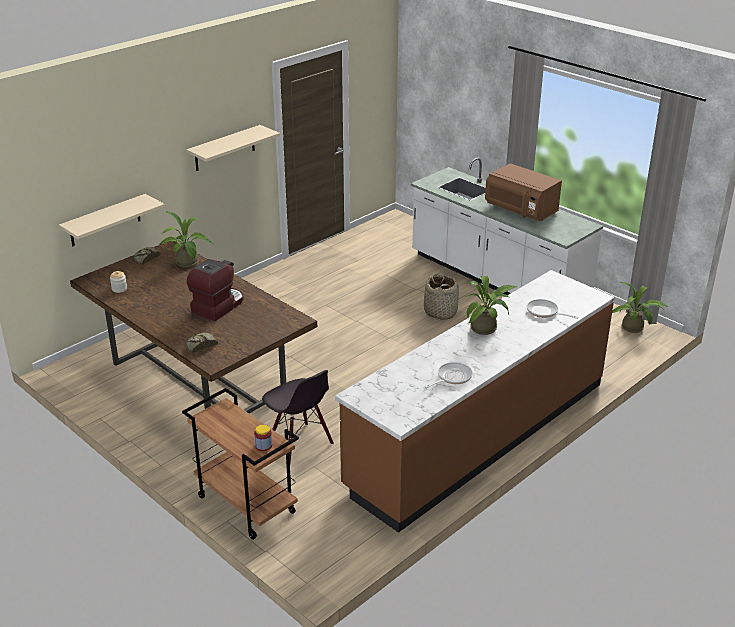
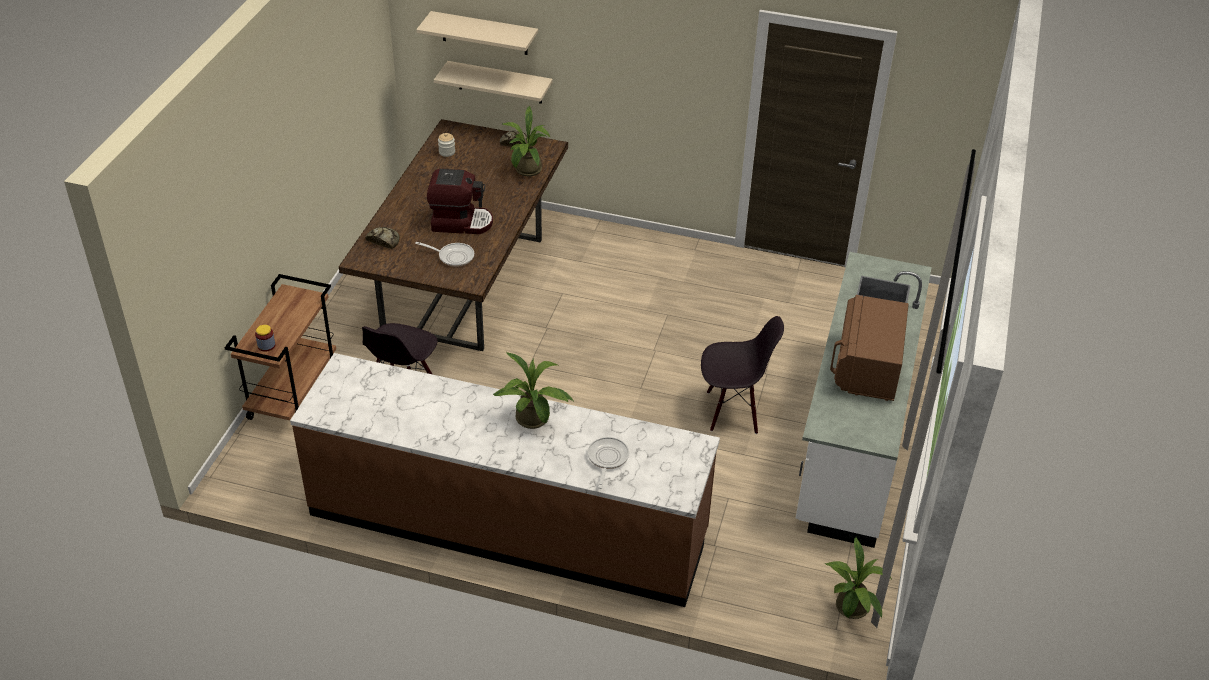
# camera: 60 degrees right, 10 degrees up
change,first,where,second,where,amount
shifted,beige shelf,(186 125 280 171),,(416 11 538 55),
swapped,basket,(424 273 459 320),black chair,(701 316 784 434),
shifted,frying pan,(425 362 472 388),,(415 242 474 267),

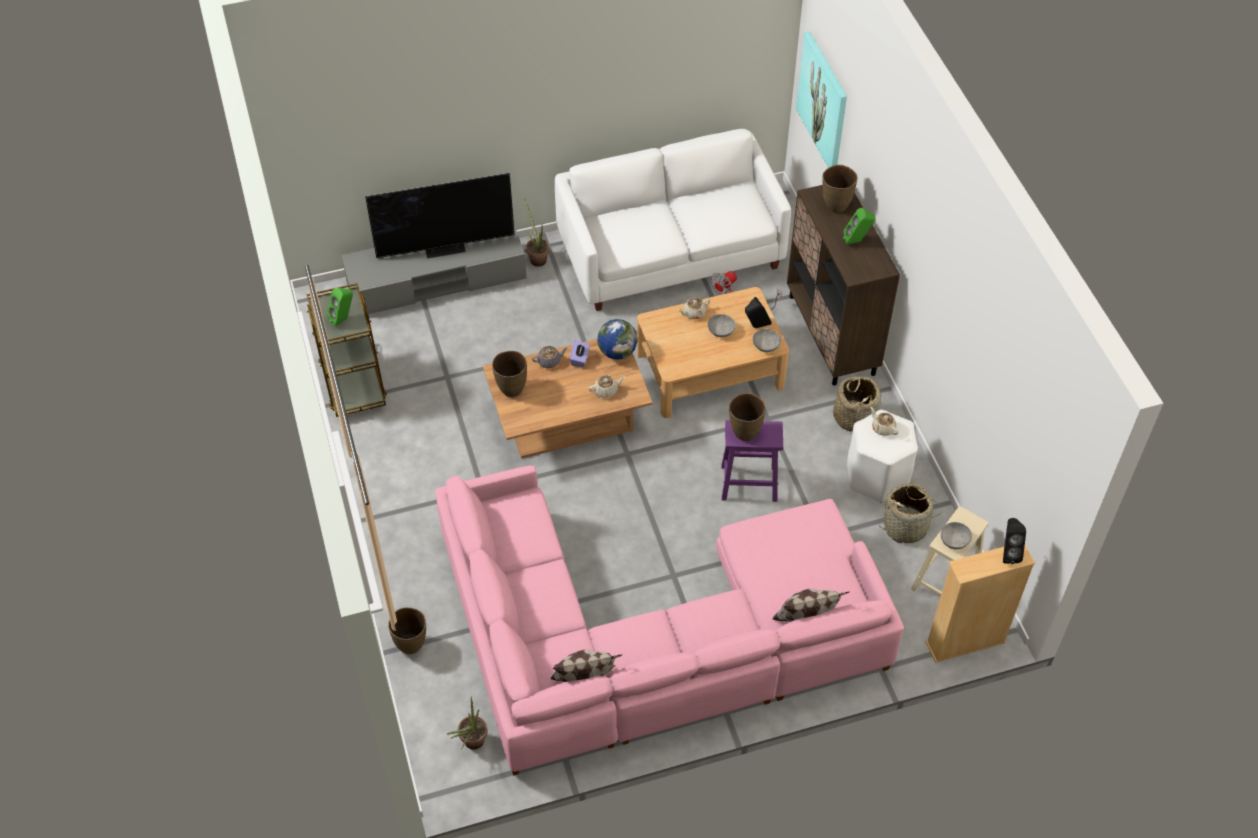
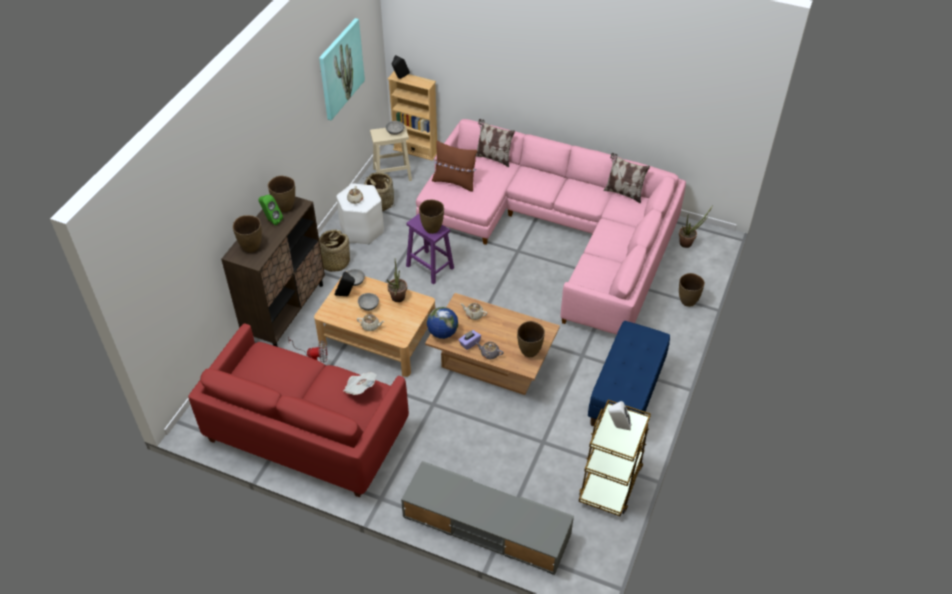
# camera: 140 degrees left, 5 degrees down
change,first,where,second,where,amount
shifted,picture,(796 31 847 168),,(319 18 365 120),
repainted,white sofa,(555 129 791 311),red sofa,(188 324 409 498),
gone,television,(365 173 515 259),,,
shifted,potted plant,(524 199 550 267),,(387 259 407 302),
repainted,green speaker,(327 288 353 327),white speaker,(608 401 632 430),
new,,,brown pillow,(432 141 477 192),
new,,,brown vase,(268 176 295 212),
new,,,blue bench,(588 321 670 426),
new,,,newspaper,(343 372 377 395),

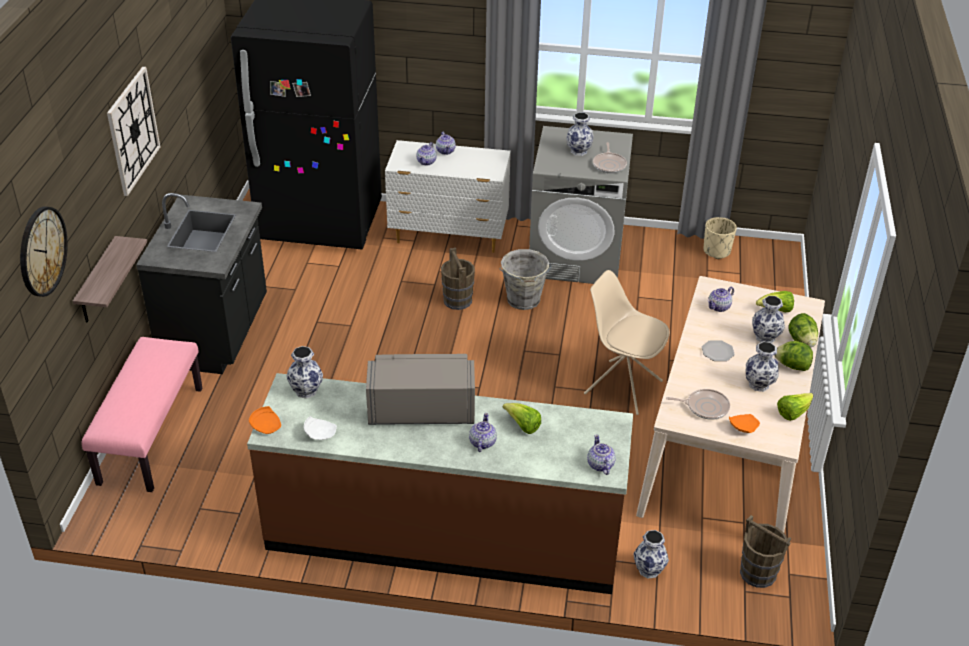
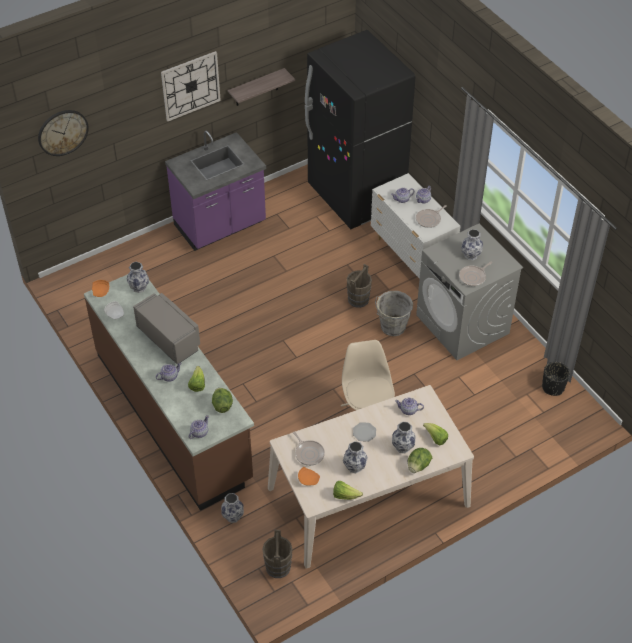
# camera: 50 degrees right, 10 degrees up
change,first,where,second,where,amount
repainted,black counter,(136 193 267 374),purple counter,(165 131 266 251),
repainted,beige planter,(704 217 737 259),black planter,(542 362 570 396),
shifted,shelf,(73 236 147 323),,(228 68 295 106),
gone,pink bench,(81 337 202 492),,,
shifted,lettuce,(774 341 813 371),,(212 388 233 413),
new,,,frying pan,(416 205 447 228),

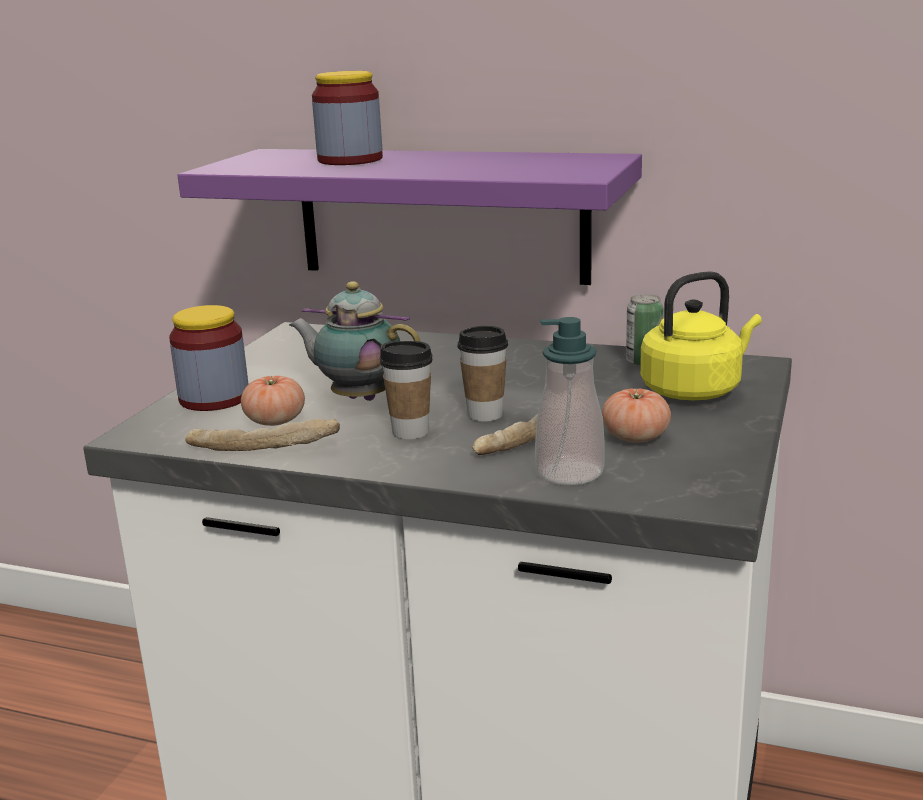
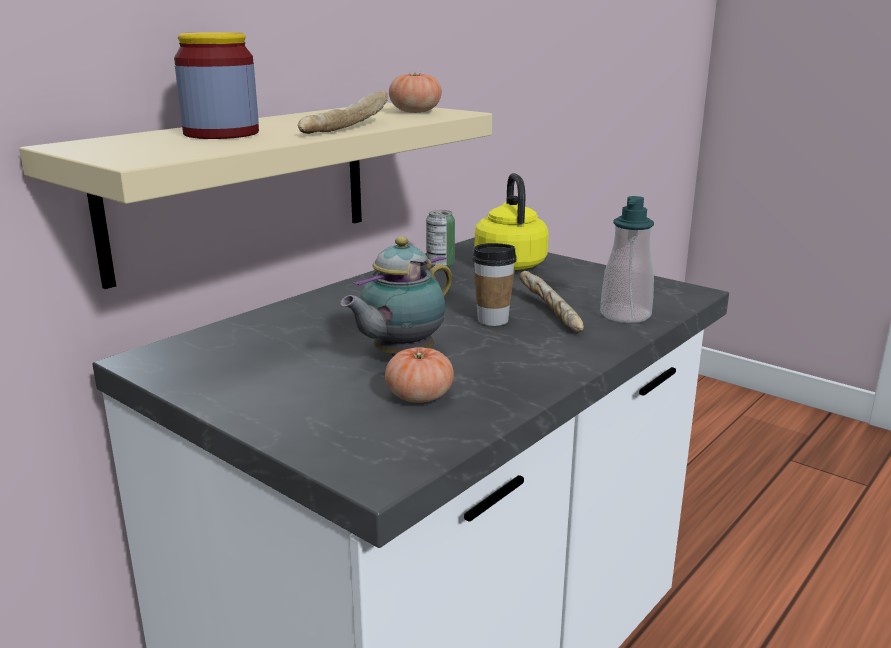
# camera: 70 degrees left, 0 degrees up
change,first,where,second,where,amount
repainted,purple shelf,(177 149 642 285),beige shelf,(19 103 492 289),
gone,jar,(169 305 248 411),,,
gone,cup,(380 341 433 440),,,
shifted,tomato,(602 389 671 442),,(389 72 442 113),
shifted,bread,(185 418 340 451),,(298 91 388 134),

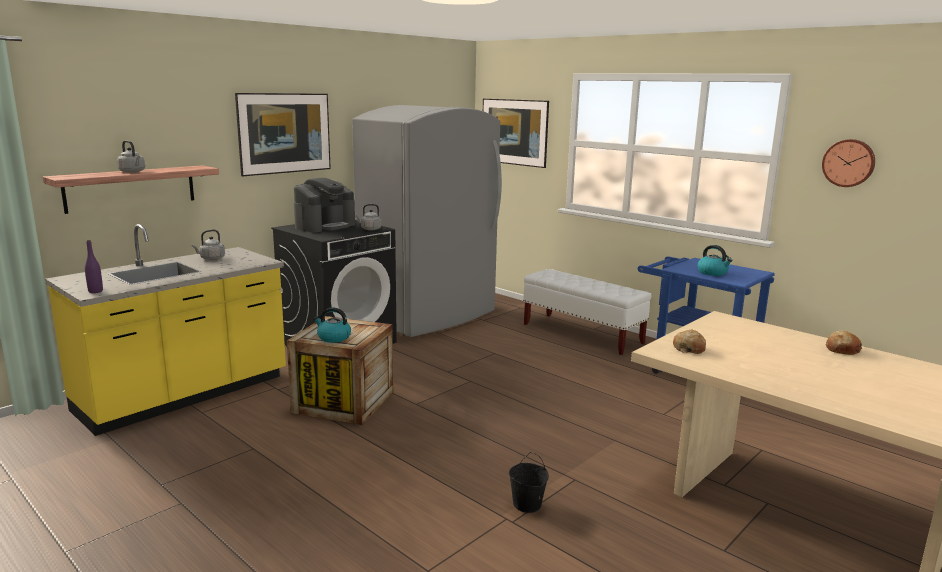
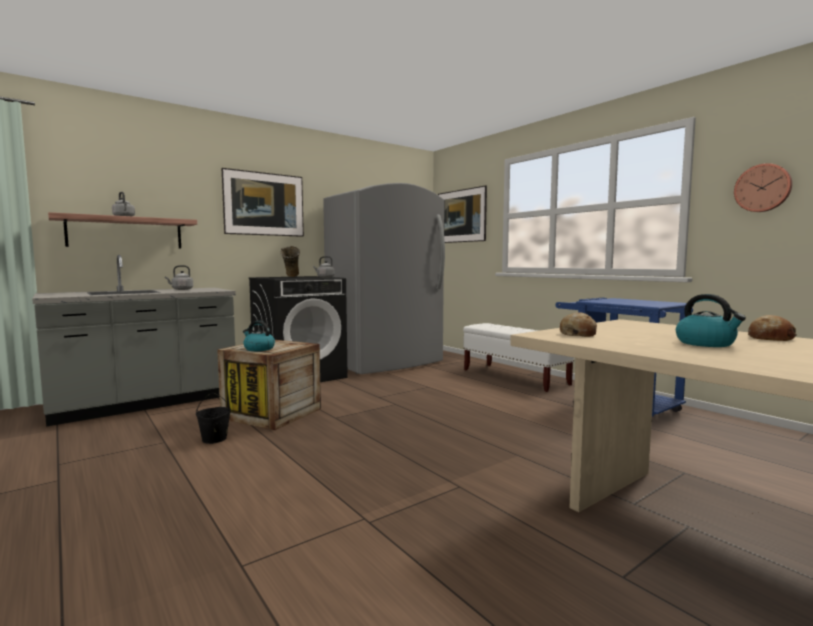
# camera: 10 degrees right, 10 degrees down
change,first,where,second,where,amount
swapped,coffee machine,(294 178 355 233),beige vase,(280 246 300 277),
repainted,yellow counter,(45 224 286 436),grey counter,(32 255 236 427),
gone,purple bottle,(85 240 103 293),,,
shifted,kettle,(697 245 733 276),,(676 294 746 347),
shifted,black bucket,(509 452 549 513),,(196 393 231 444),

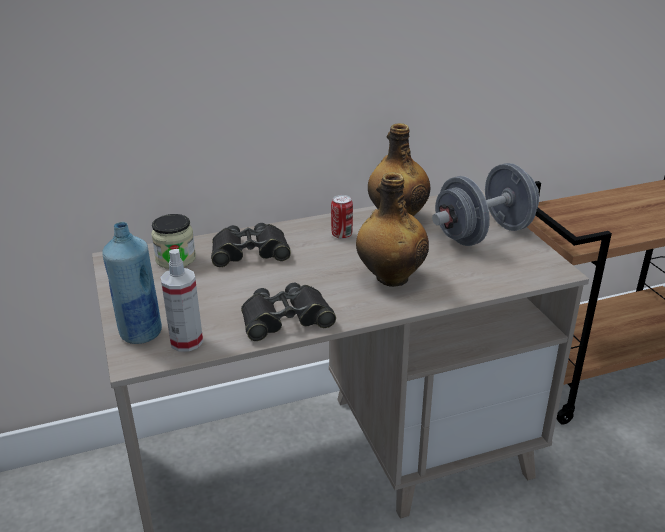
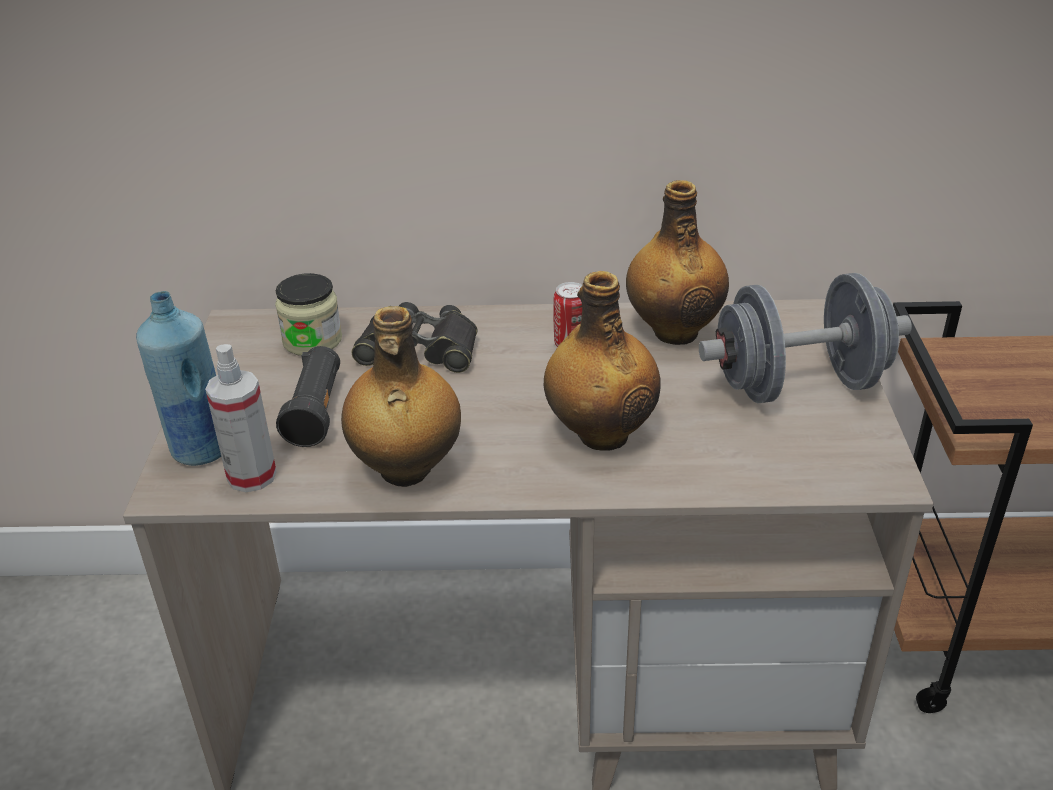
# camera: 20 degrees right, 5 degrees up
change,first,where,second,where,amount
swapped,black binoculars,(241 283 336 341),bottle,(341 306 461 487),
new,,,black flashlight,(276 346 340 447),

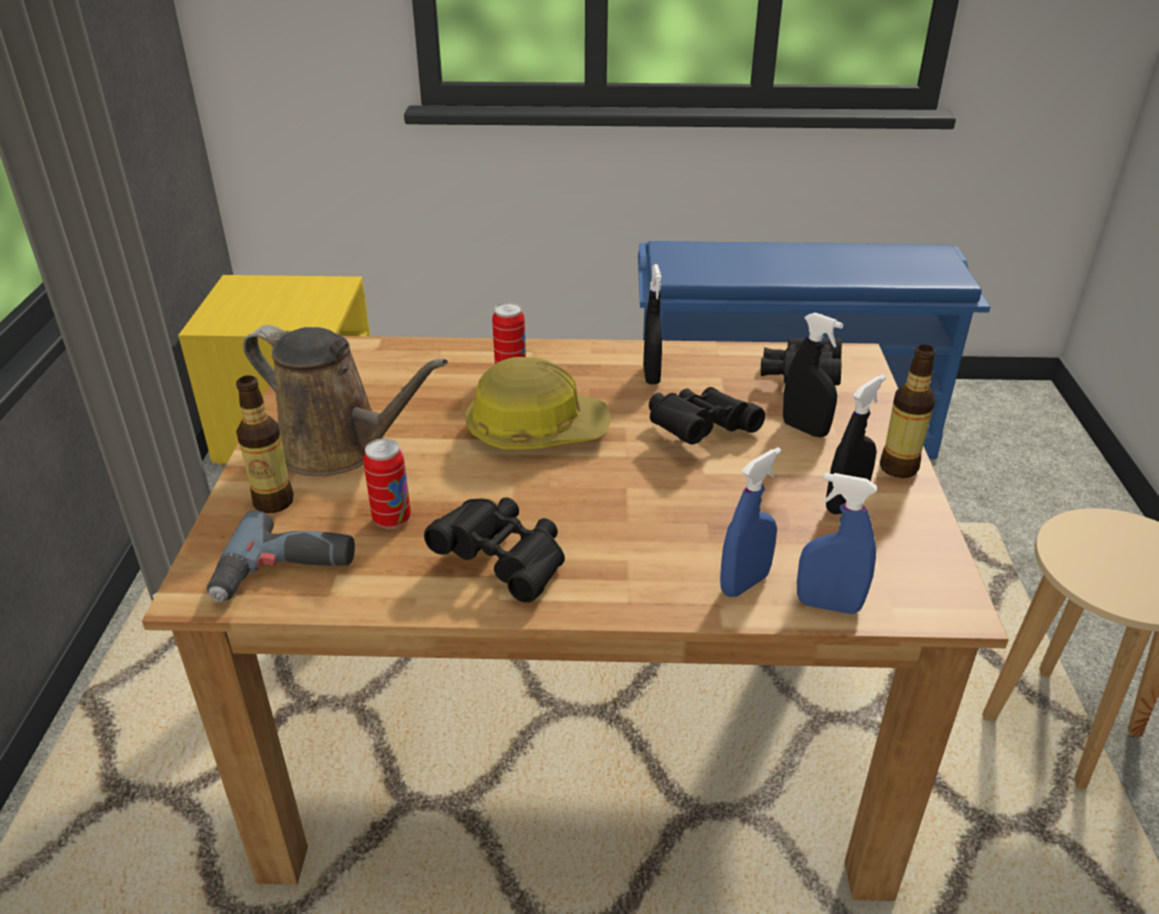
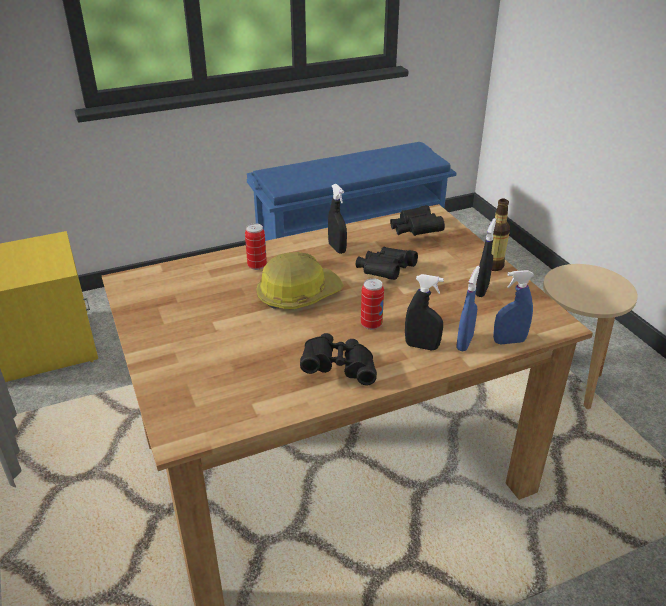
# camera: 25 degrees left, 0 degrees up
change,first,where,second,where,amount
shifted,black spray bottle,(783 313 843 437),,(405 274 444 350),
gone,brown watering can,(243 325 448 476),,,
gone,bottle,(236 375 294 513),,,
shifted,can,(363 438 411 529),,(361 278 384 330),
gone,power drill,(207 510 355 602),,,

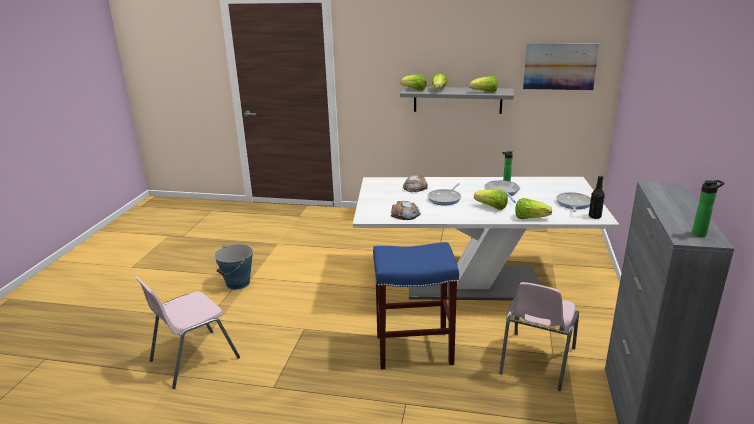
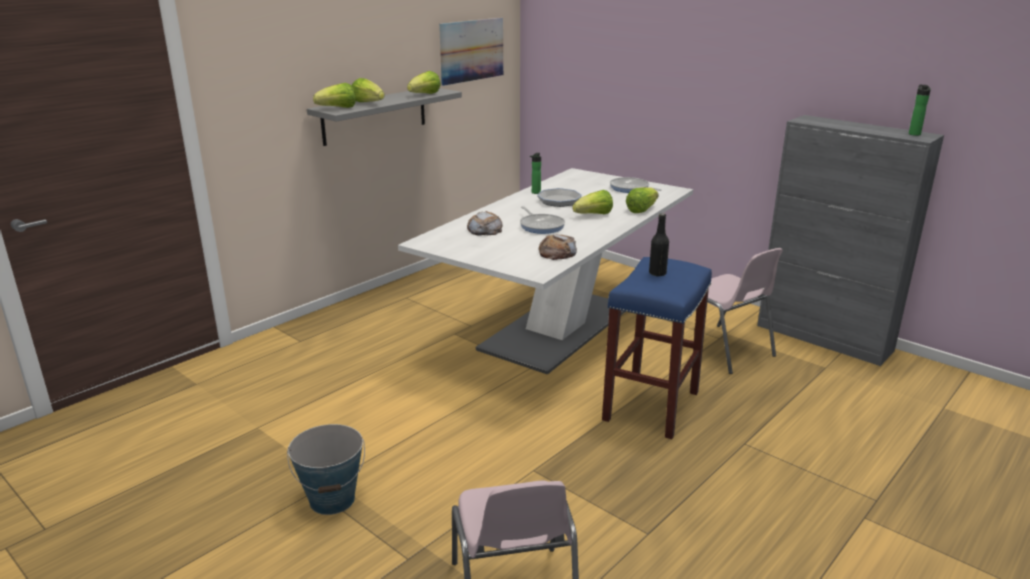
# camera: 60 degrees left, 0 degrees up
change,first,where,second,where,amount
shifted,black bottle,(589 175 605 219),,(649 213 669 276),

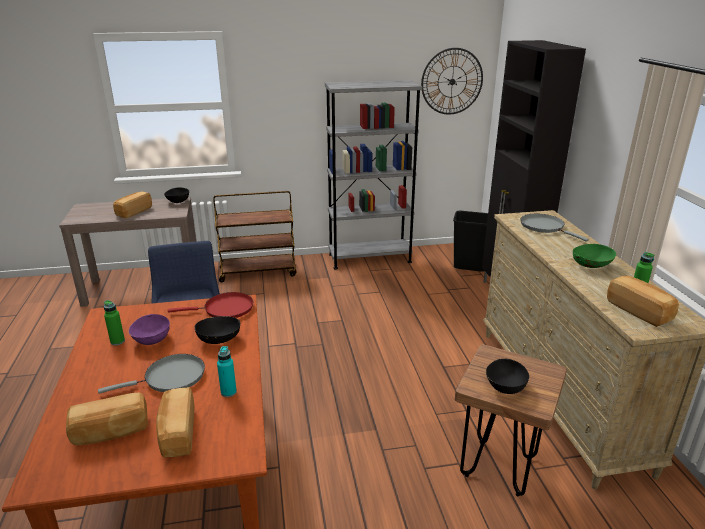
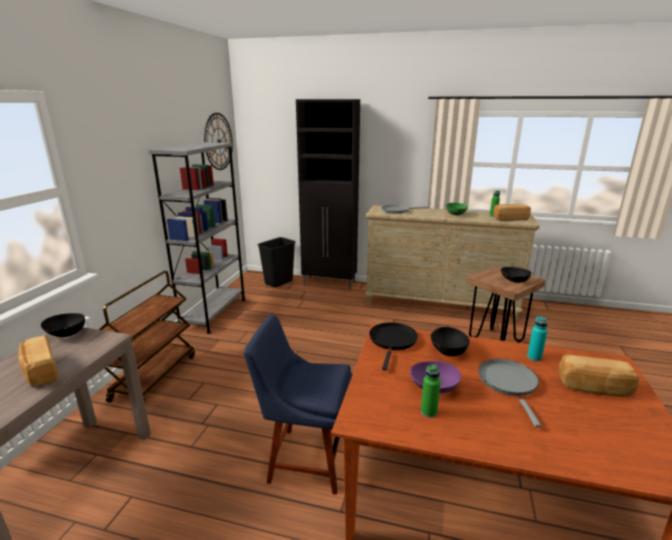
# camera: 65 degrees left, 5 degrees down
change,first,where,second,where,amount
repainted,red frying pan,(168 292 253 318),black frying pan,(369 322 418 371),
gone,bread,(66 393 148 445),,,

